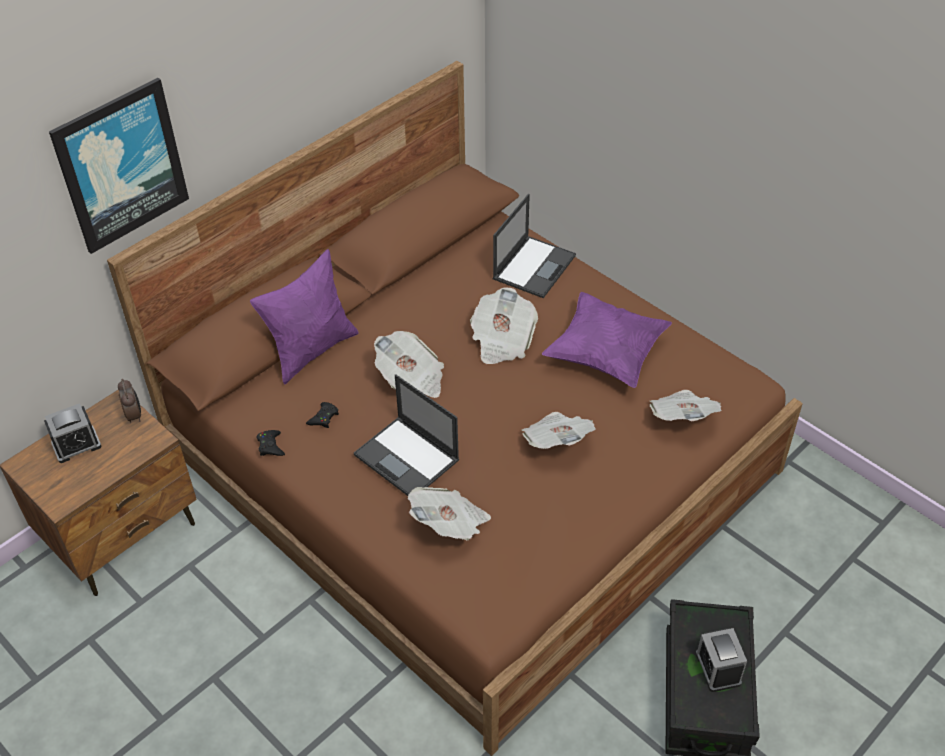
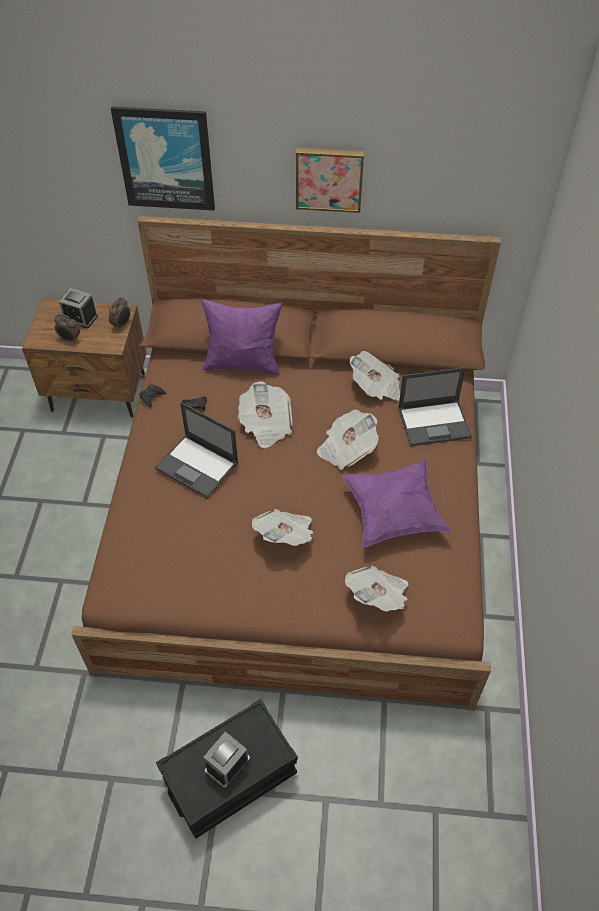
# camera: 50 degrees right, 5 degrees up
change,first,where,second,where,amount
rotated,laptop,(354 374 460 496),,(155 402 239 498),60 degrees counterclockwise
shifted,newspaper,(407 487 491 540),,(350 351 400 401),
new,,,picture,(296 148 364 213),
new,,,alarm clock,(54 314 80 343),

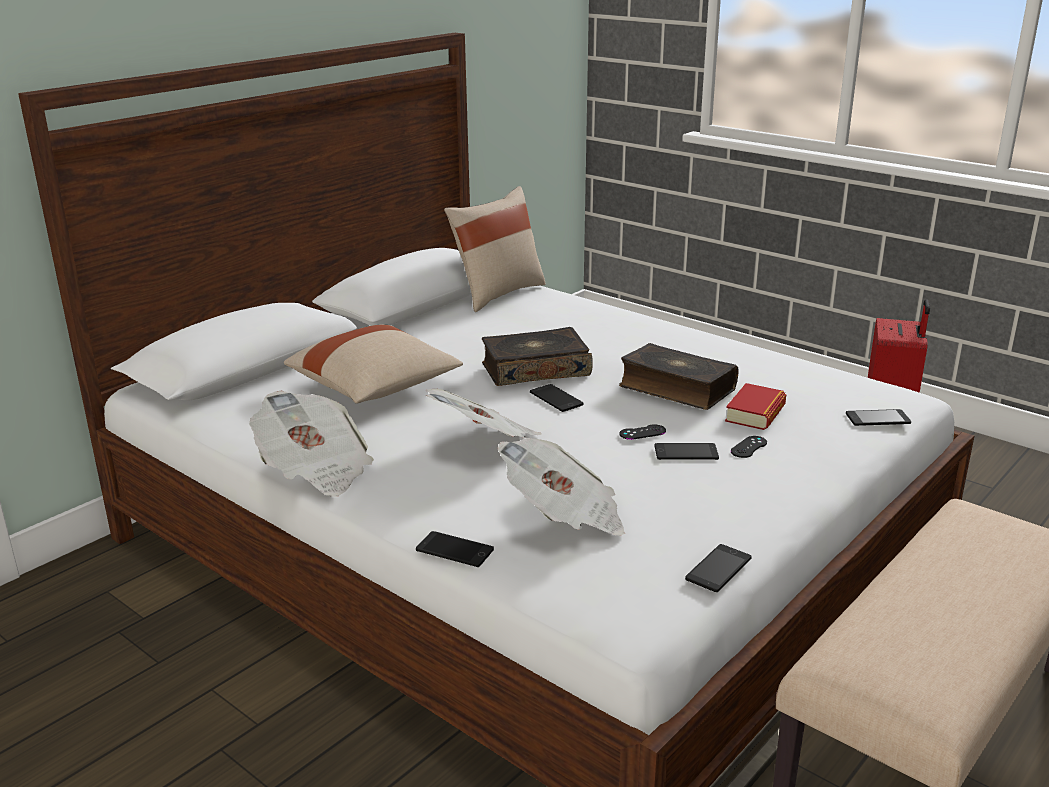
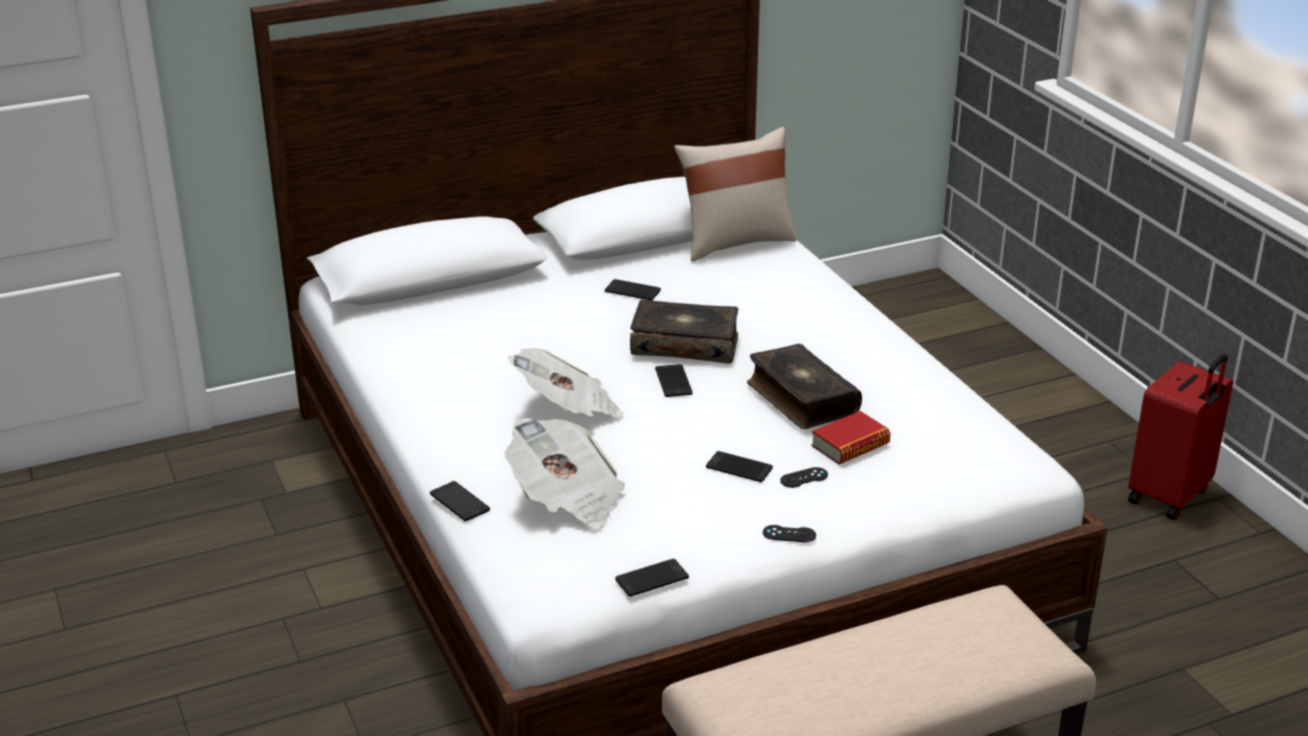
# camera: 25 degrees right, 5 degrees up
change,first,where,second,where,amount
gone,beige pillow,(284 325 463 404),,,
gone,newspaper,(249 391 374 496),,,
shifted,phone,(846 409 911 426),,(605 279 661 301),
shifted,black game controller,(620 424 666 440),,(763 525 816 542),

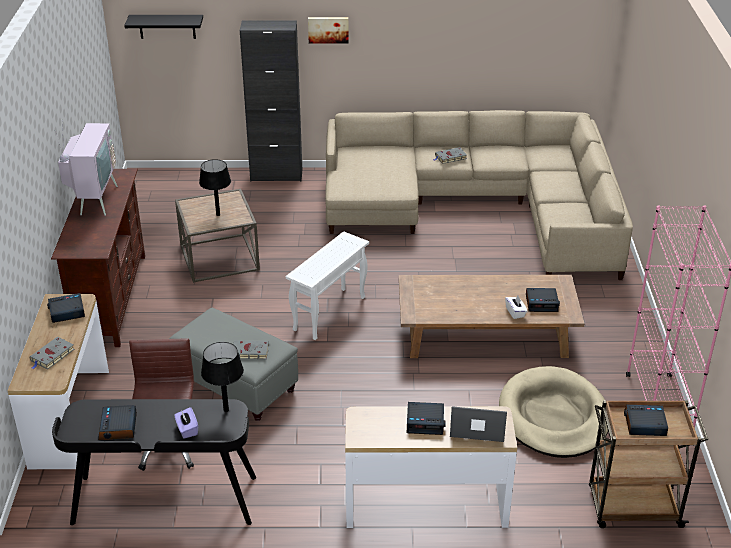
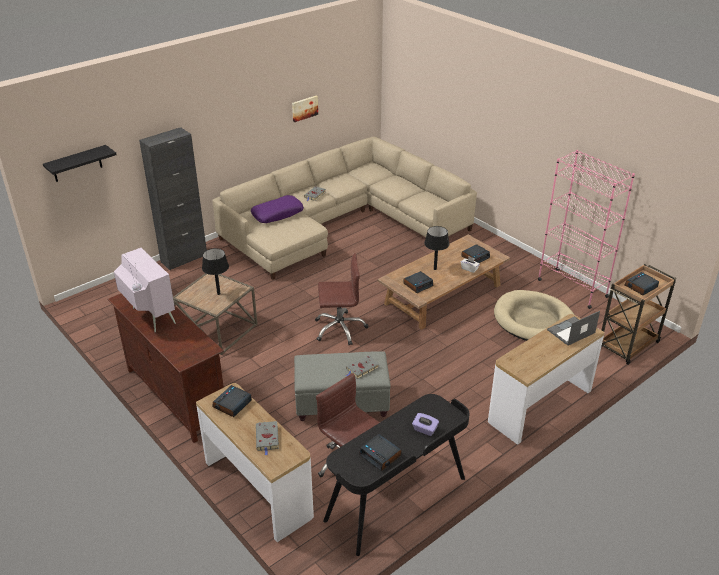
# camera: 40 degrees left, 0 degrees up
change,first,where,second,where,amount
shifted,picture,(308 17 349 44),,(292 96 318 122),
swapped,white side table,(286 231 369 340),brown office chair,(315 253 368 346),
shifted,black table lamp,(201 342 244 412),,(424 226 449 270),
shifted,alarm clock,(407 402 446 435),,(403 271 433 293),
new,,,purple pillow,(251 195 304 223),

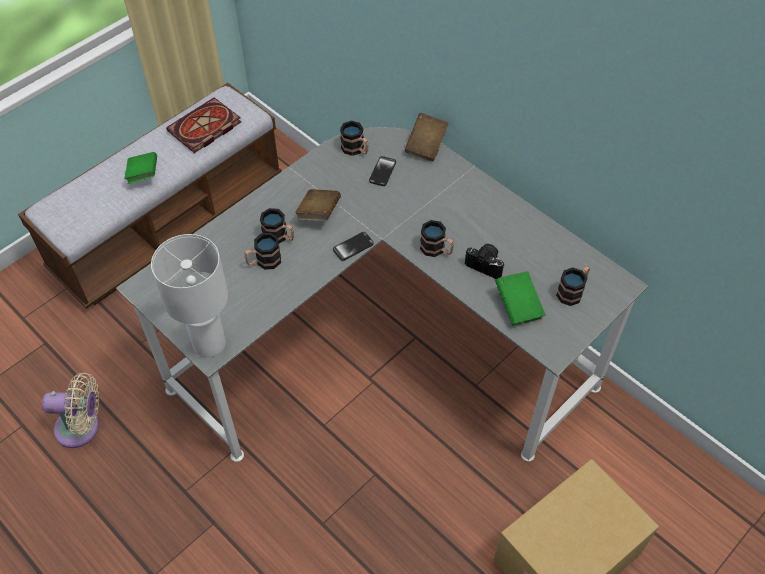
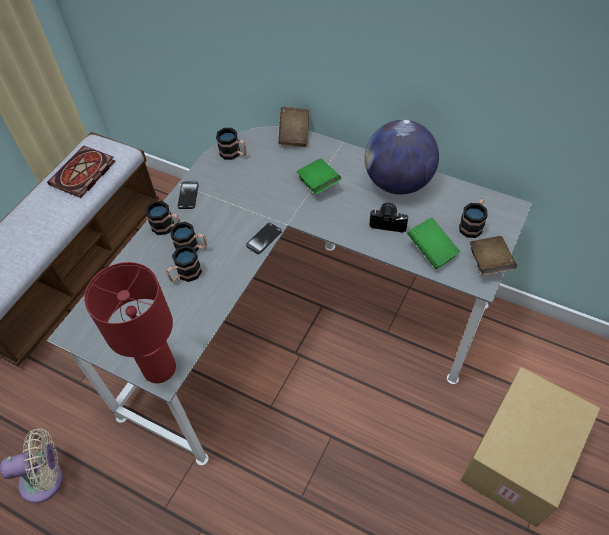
# camera: 15 degrees left, 0 degrees up
change,first,where,second,where,amount
shifted,green book,(125 152 157 184),,(296 158 341 195),
shifted,phone,(369 156 396 186),,(178 181 199 209),
shifted,brown book,(295 189 341 221),,(470 236 517 276),
shifted,mug,(420 220 454 257),,(146 201 181 235),
repainted,white table lamp,(151 234 228 358),red table lamp,(84 262 176 383),
new,,,globe,(365 120 439 195),

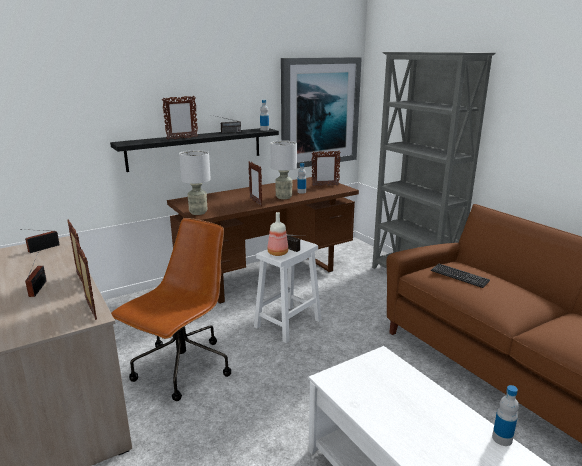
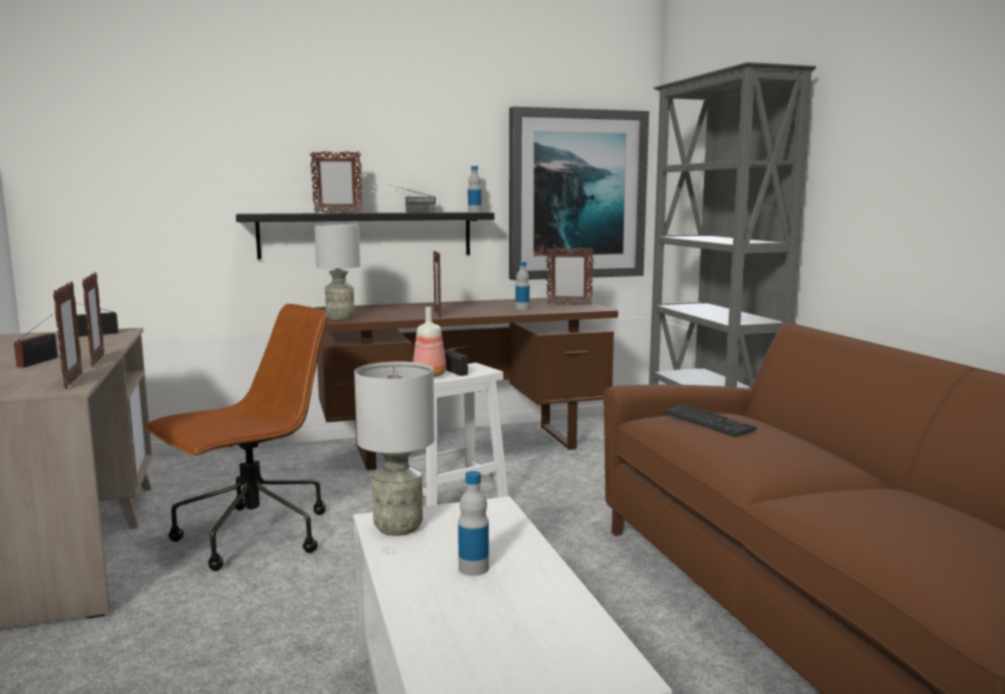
# camera: 15 degrees right, 10 degrees down
change,first,where,second,where,amount
shifted,grey table lamp,(270 140 297 199),,(354 362 435 536),
shifted,bottle,(492 385 519 446),,(458 471 489 576),

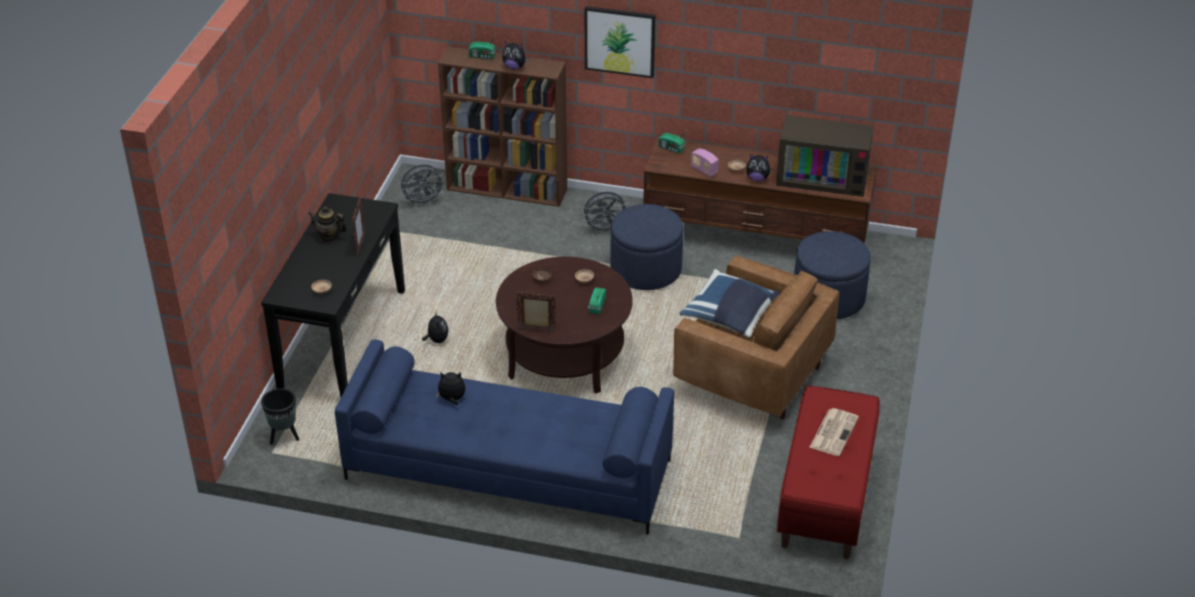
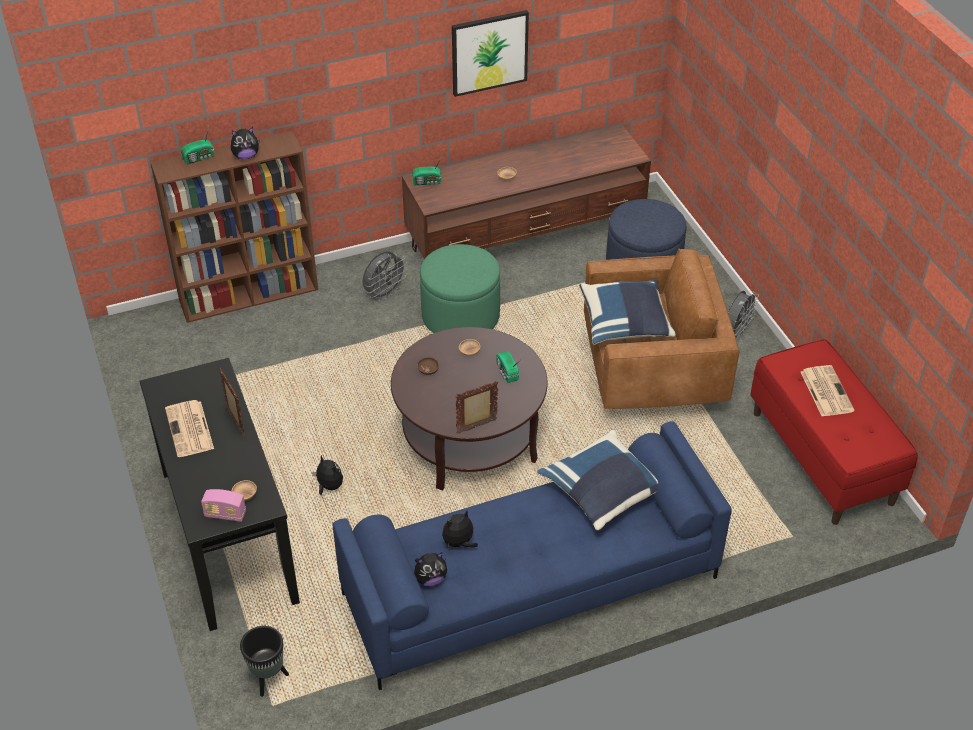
# camera: 35 degrees left, 5 degrees up
change,first,where,second,where,amount
shifted,picture,(585 6 655 78),,(452 10 529 97),
gone,television,(776 115 874 197),,,
shifted,radio,(691 148 719 177),,(201 489 246 522),
shifted,plush toy,(746 154 773 181),,(414 552 447 586),
shifted,grey fan,(400 165 446 207),,(726 291 759 342),
repainted,blue ottoman,(610 204 683 290),green ottoman,(420 244 500 333),
swapped,teapot,(308 206 347 242),newspaper,(165 400 214 457),
new,,,blue pillow,(537 430 658 530),

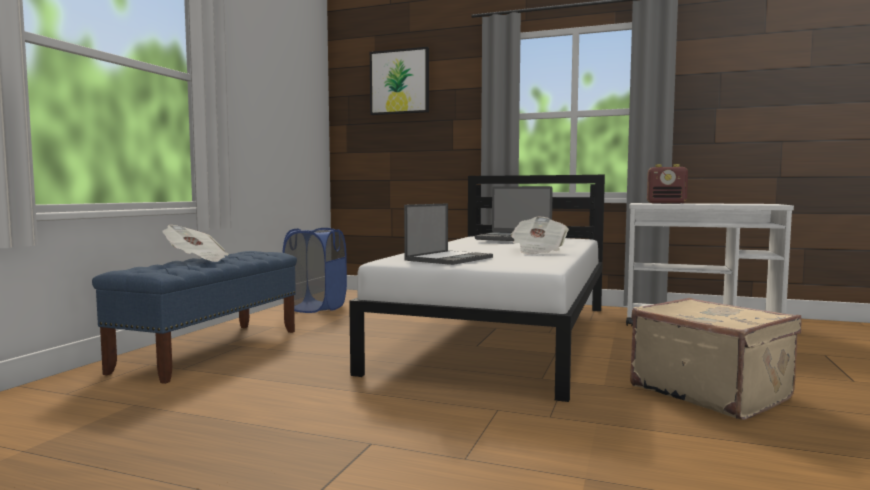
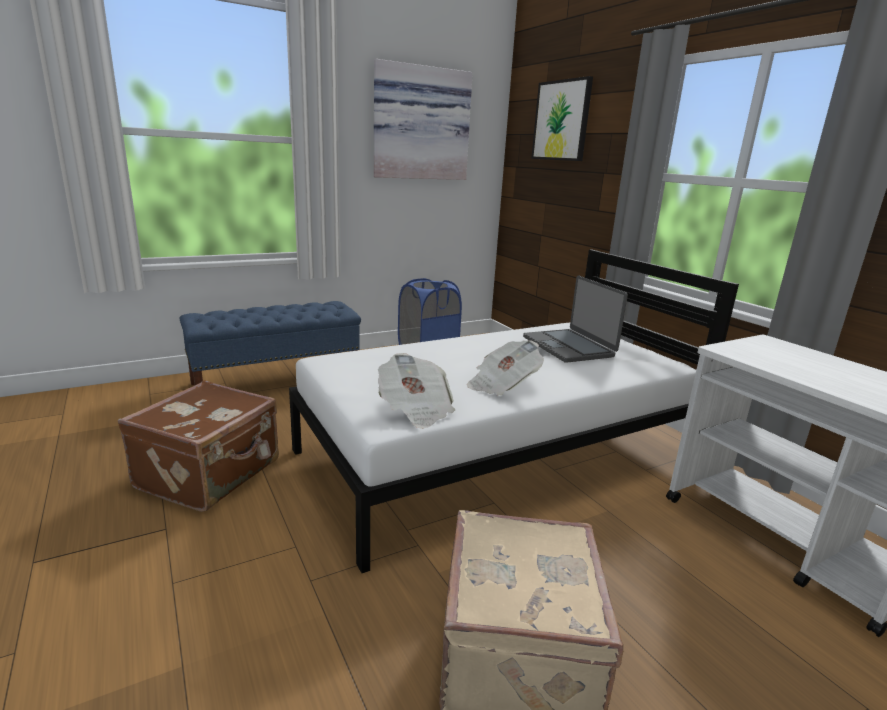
# camera: 40 degrees right, 15 degrees up
change,first,where,second,where,amount
gone,radio,(647 164 688 204),,,
gone,laptop,(404 203 493 265),,,
shifted,newspaper,(163 225 229 262),,(378 353 455 429),
new,,,picture,(374 59 473 180),
new,,,brown suitcase,(118 380 279 512),

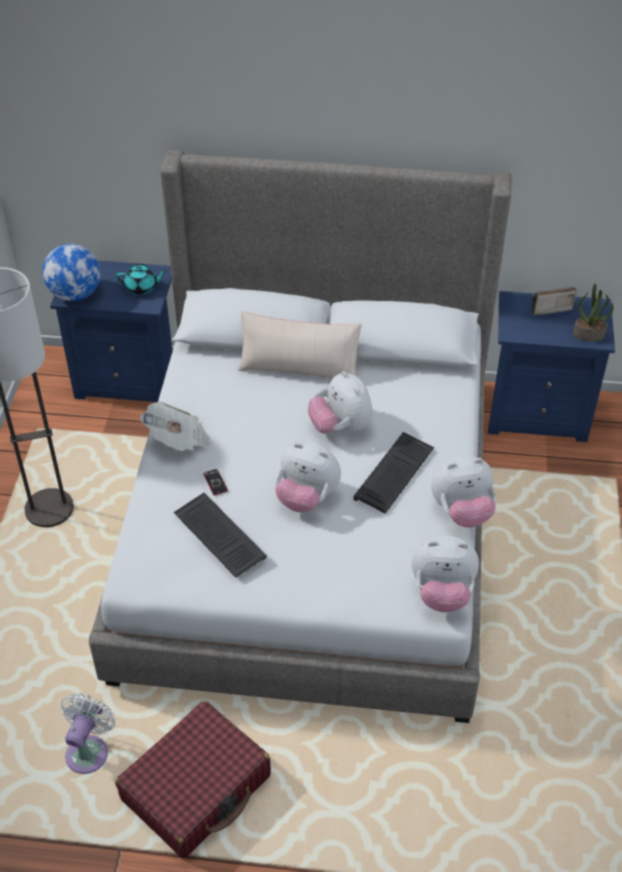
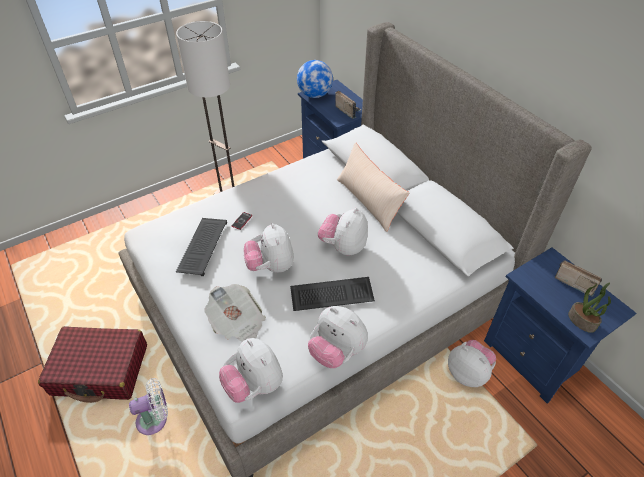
# camera: 50 degrees right, 0 degrees up
change,first,where,second,where,amount
swapped,turquoise teapot,(115 264 167 295),radio,(335 90 361 119),
shifted,newspaper,(140 402 213 452),,(204 284 266 342),
shifted,white fan,(61 693 116 774),,(129 378 168 435),
new,,,plush toy,(448 340 496 387),

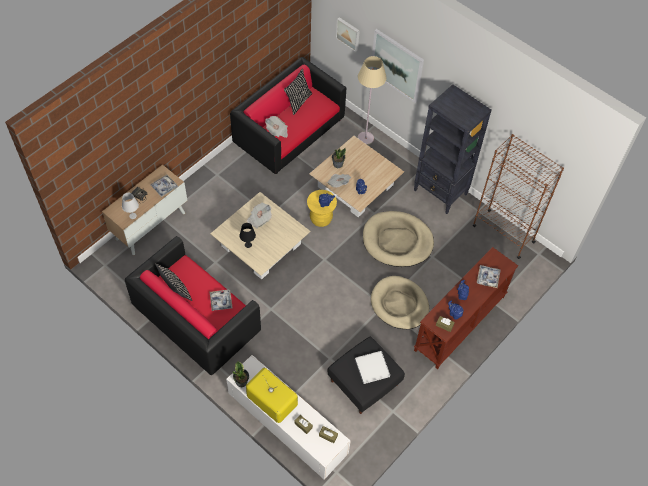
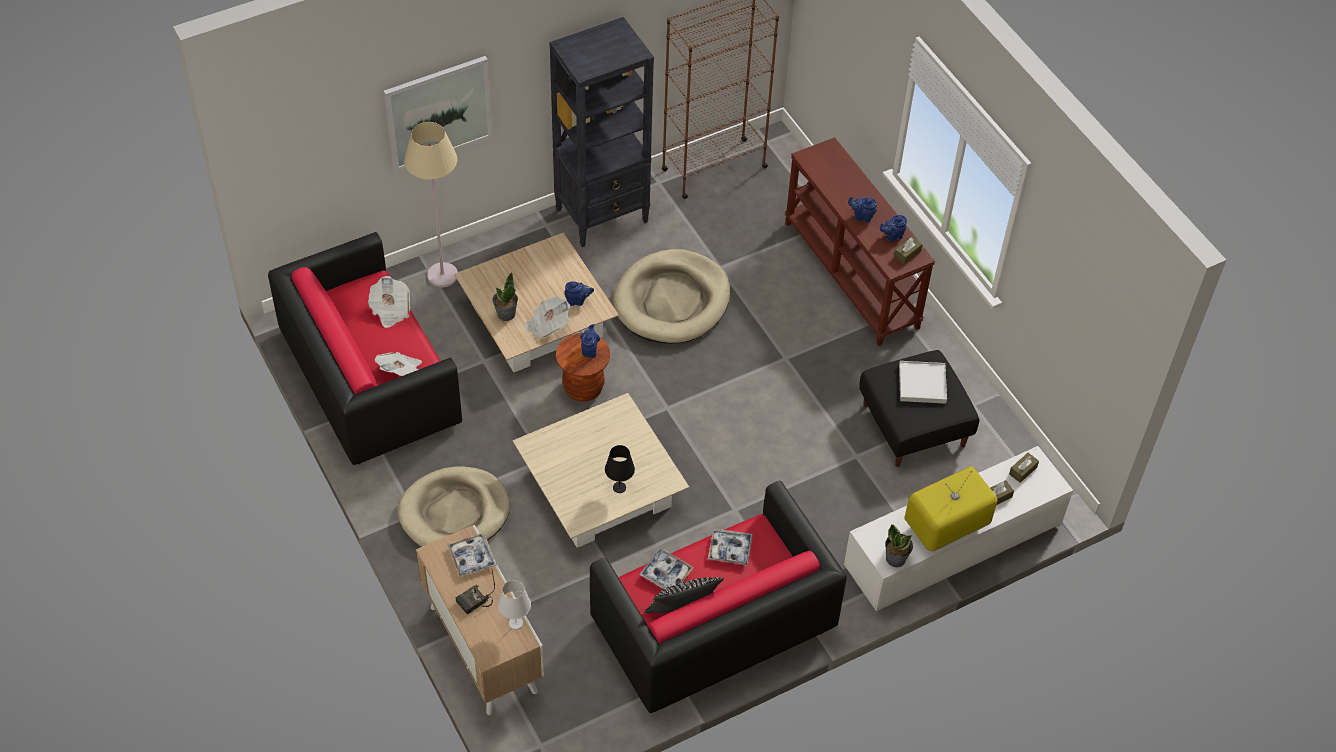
# camera: 70 degrees left, 5 degrees down
change,first,where,second,where,amount
gone,picture,(336 17 360 52),,,
gone,black pillow,(284 68 312 115),,,
repainted,yellow stool,(307 190 337 227),brown stool,(556 333 610 402),
shifted,newspaper,(246 203 272 229),,(368 276 410 328),
shifted,tray,(477 265 500 288),,(639 548 694 589),
shifted,beige dog bed,(371 276 429 329),,(398 466 510 547),

